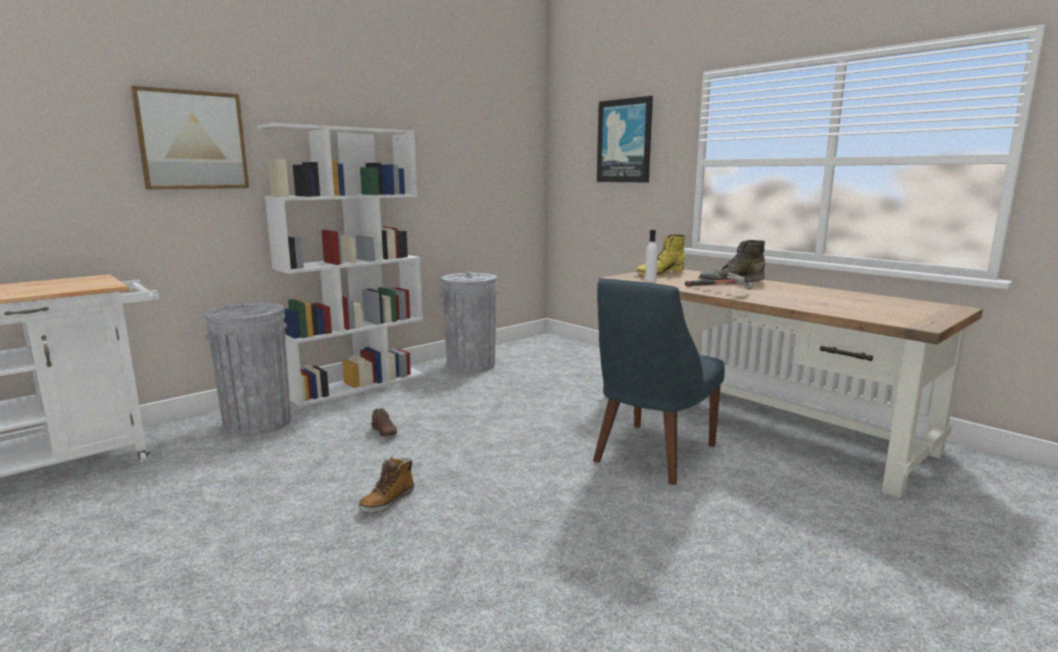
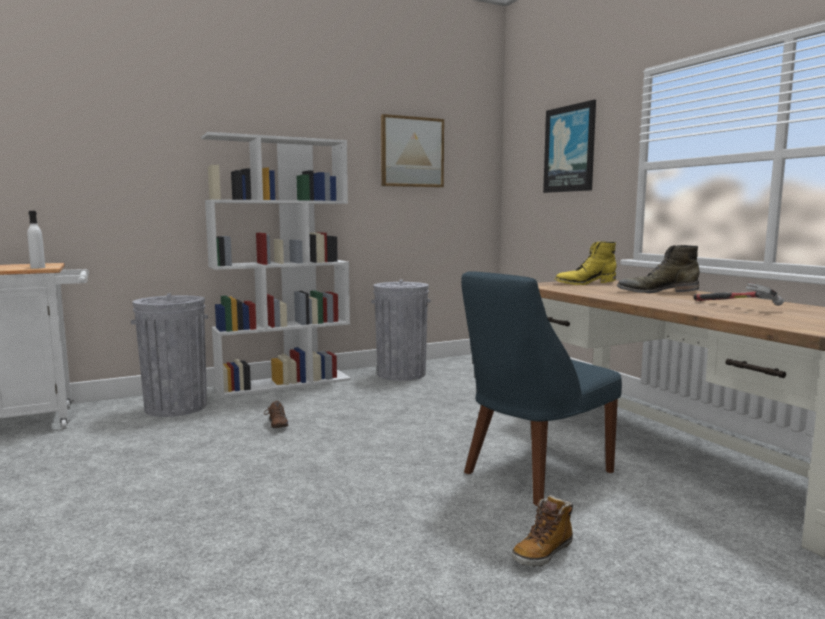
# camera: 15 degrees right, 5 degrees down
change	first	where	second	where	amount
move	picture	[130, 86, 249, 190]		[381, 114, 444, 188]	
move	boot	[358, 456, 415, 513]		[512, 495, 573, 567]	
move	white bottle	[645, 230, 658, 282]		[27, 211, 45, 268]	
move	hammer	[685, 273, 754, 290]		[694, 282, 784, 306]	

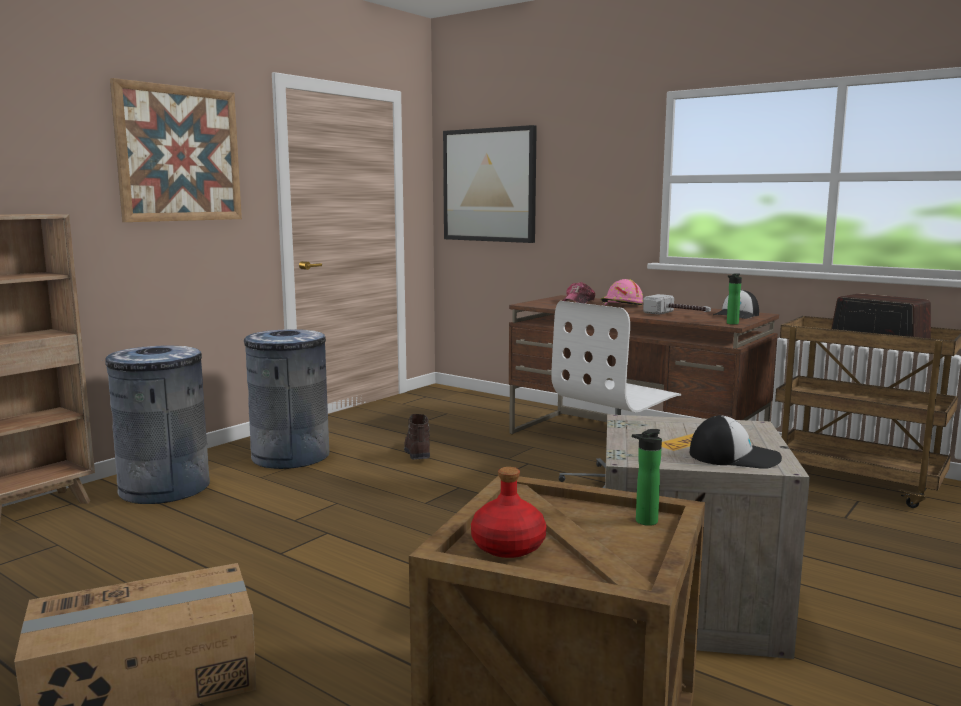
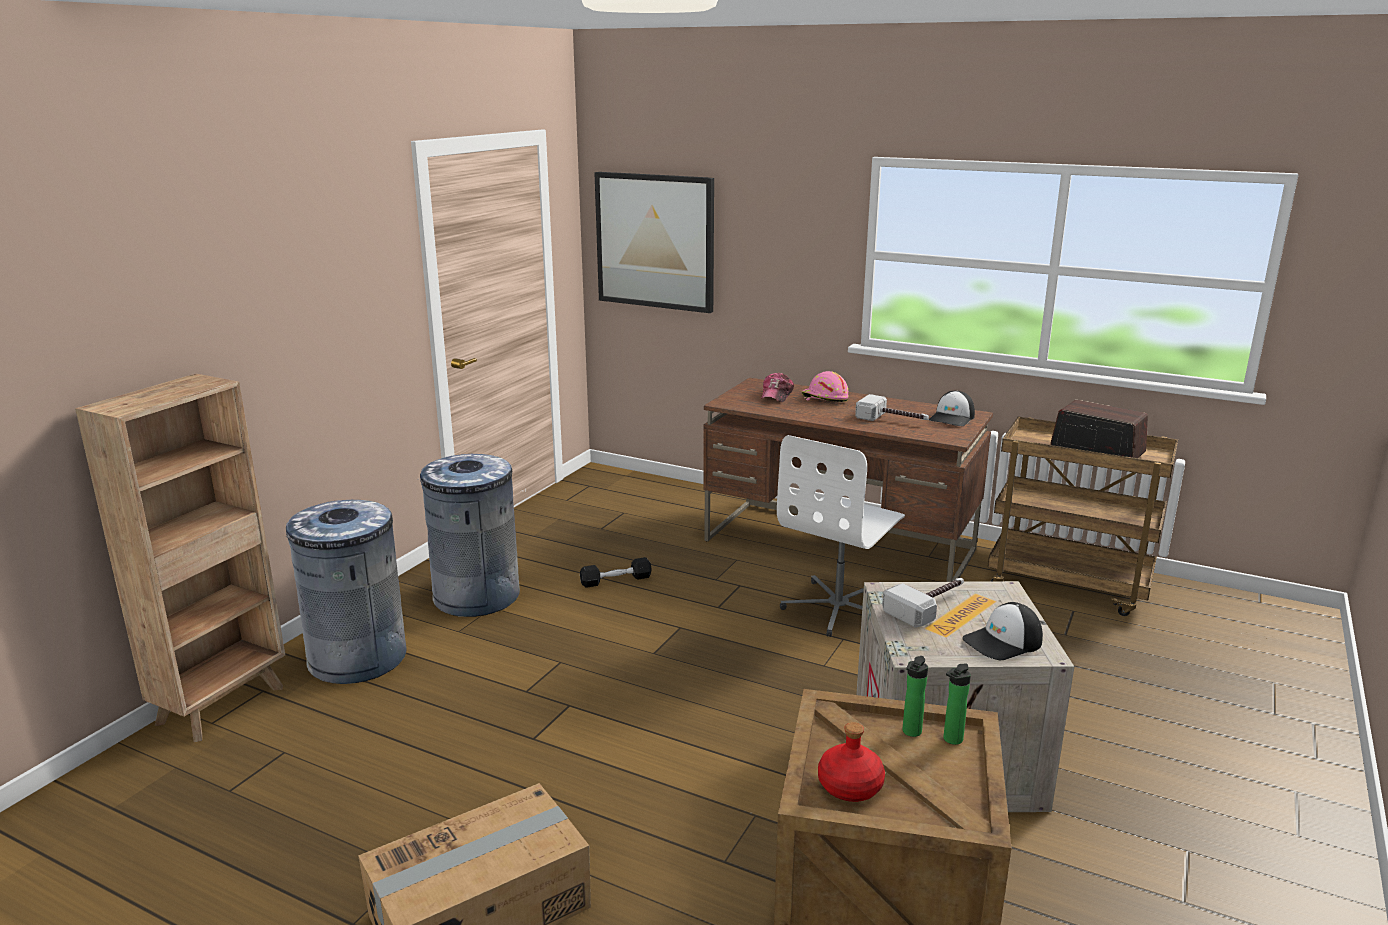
# camera: 10 degrees left, 10 degrees up
change	first	where	second	where	amount
delete	picture	[110, 78, 242, 222]			
replace	brown boot	[404, 414, 430, 460]	black dumbbell	[580, 557, 652, 588]	
rotate	cap	[690, 415, 782, 469]		[962, 602, 1043, 661]	150 degrees clockwise
move	bottle	[727, 273, 742, 325]		[903, 656, 928, 737]	
insert			hammer	[882, 578, 964, 628]	

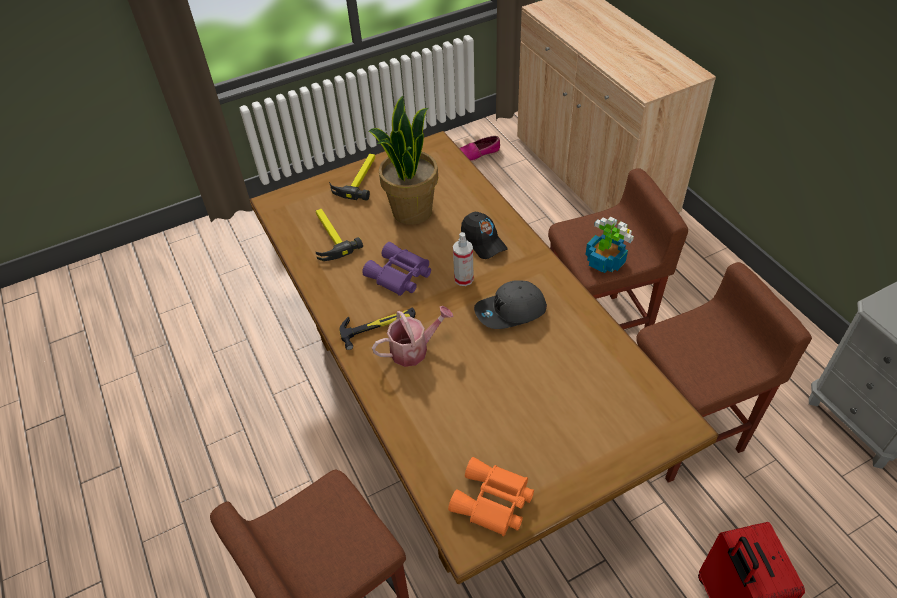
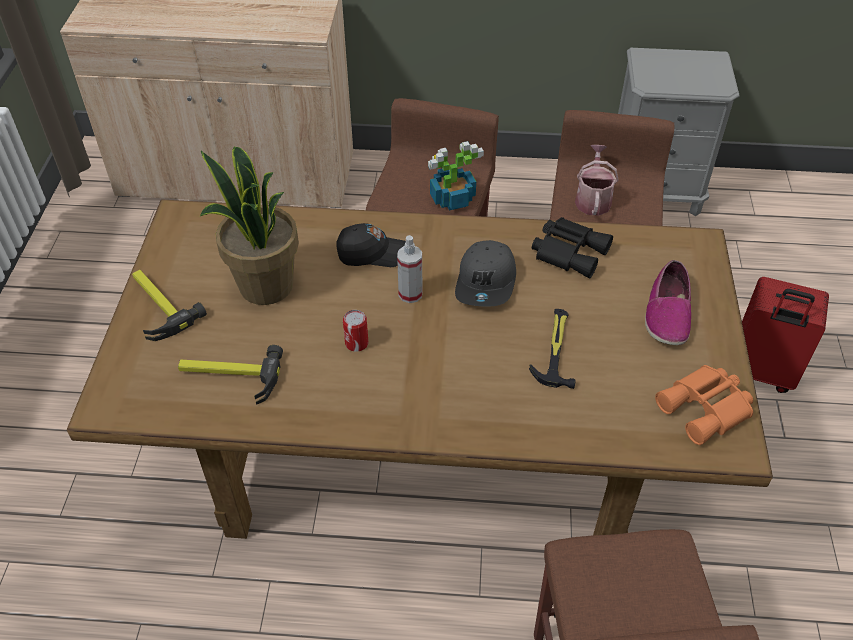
# camera: 60 degrees left, 0 degrees up
change	first	where	second	where	amount
move	hammer	[340, 308, 416, 350]		[529, 309, 576, 389]	
replace	purple binoculars	[362, 242, 431, 296]	can	[343, 310, 368, 352]	
move	watering can	[372, 306, 454, 367]		[575, 145, 619, 216]	
move	shoe	[459, 136, 500, 162]		[645, 260, 691, 345]	
insert			black binoculars	[532, 217, 613, 278]	

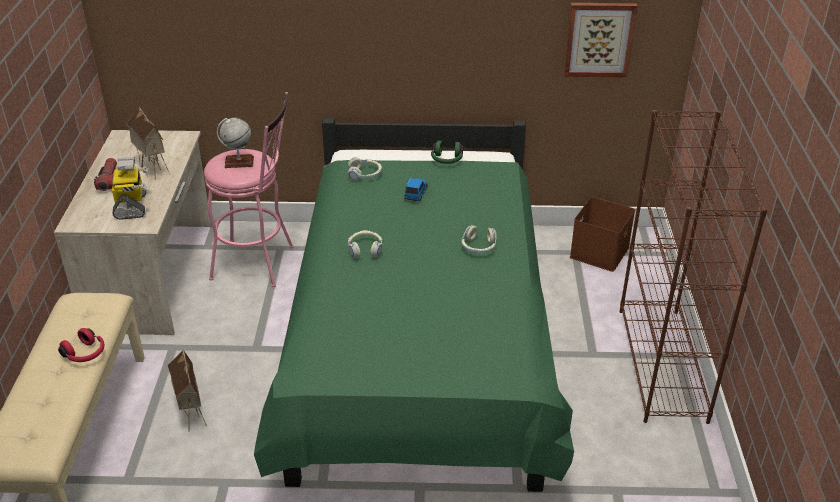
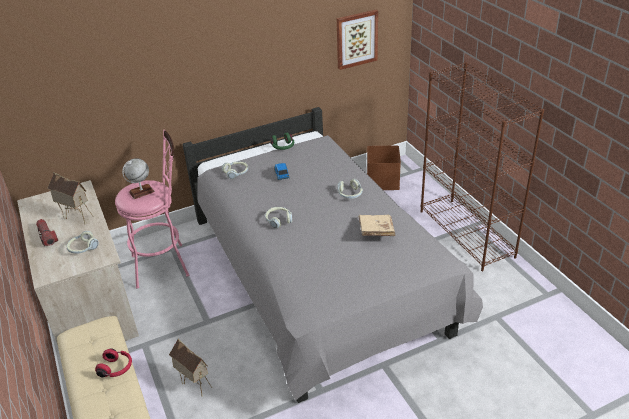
# camera: 25 degrees left, 0 degrees up
change	first	where	second	where	amount
replace	toy robot	[112, 157, 148, 220]	headphones	[66, 231, 99, 254]	
recolor	green bed	[254, 118, 574, 492]	grey bed	[182, 107, 483, 403]	
insert			beige book	[358, 215, 395, 236]	

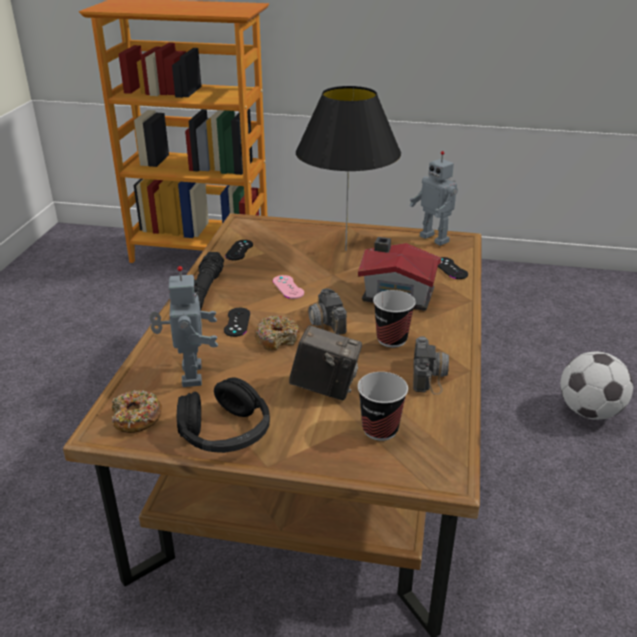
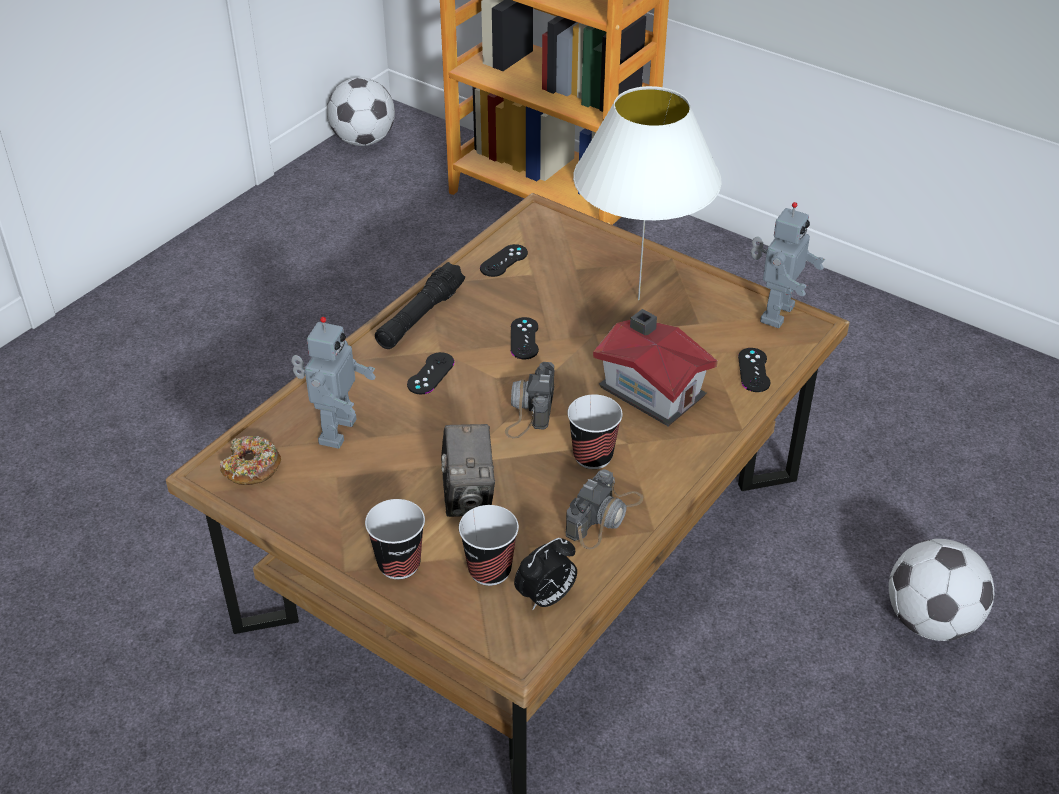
# camera: 25 degrees right, 10 degrees up
change	first	where	second	where	amount
delete	black headphones	[177, 378, 270, 453]			
delete	donut	[254, 315, 300, 351]			
recolor	pink game controller	[273, 275, 304, 299]	black game controller	[511, 317, 539, 360]	
rotate	photo camera	[289, 325, 362, 400]		[441, 424, 495, 517]	45 degrees clockwise
recolor	black table lamp	[296, 86, 401, 251]	white table lamp	[573, 86, 722, 300]	
rotate	toy robot	[409, 151, 458, 246]		[751, 202, 825, 328]	135 degrees counterclockwise
insert			football	[327, 77, 395, 146]	
insert			cup	[365, 499, 425, 579]	
insert			alarm clock	[514, 538, 577, 610]	

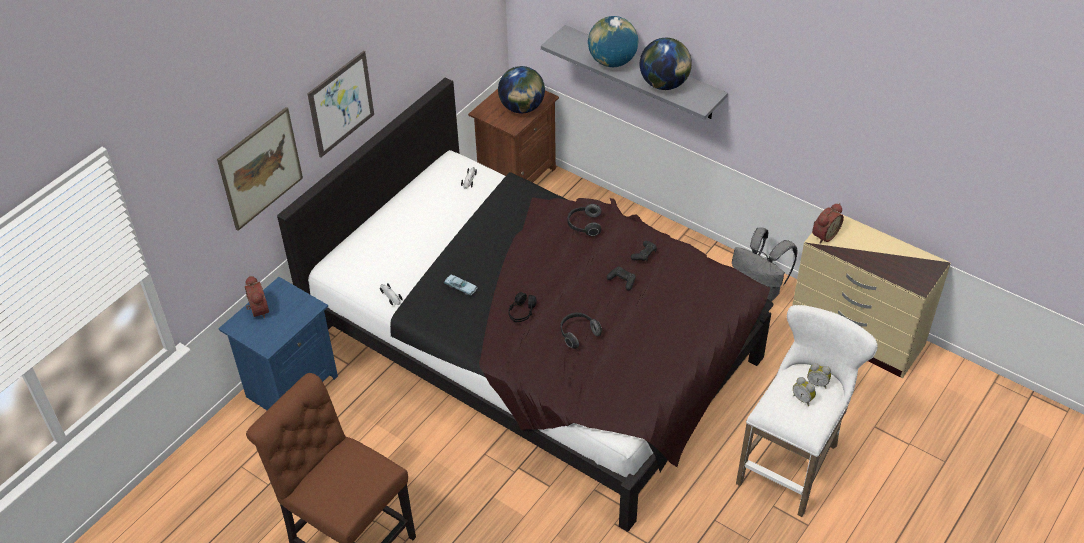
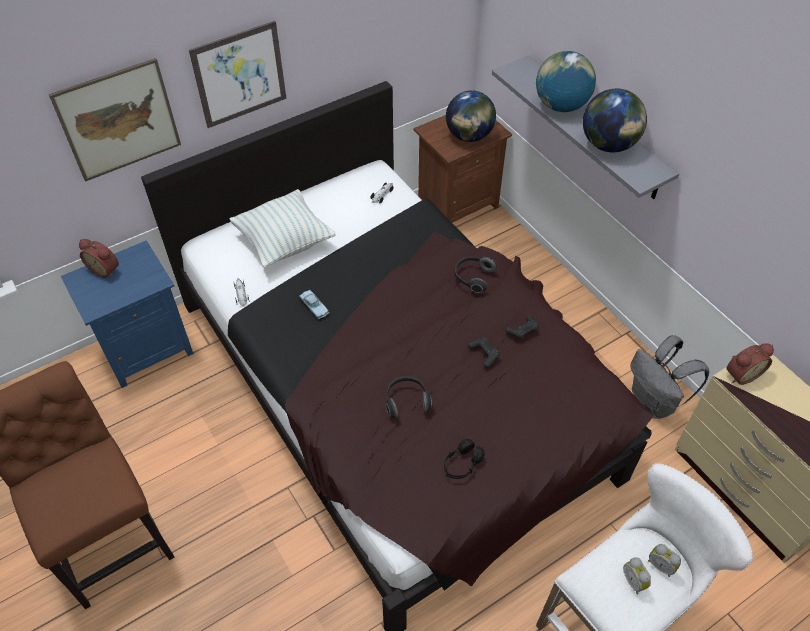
# camera: 20 degrees right, 5 degrees up
change	first	where	second	where	amount
rotate	alarm clock	[245, 275, 269, 319]		[79, 239, 119, 278]	120 degrees clockwise
move	black headphones	[508, 292, 537, 322]		[444, 439, 485, 479]	
insert			pillow	[229, 189, 335, 268]	

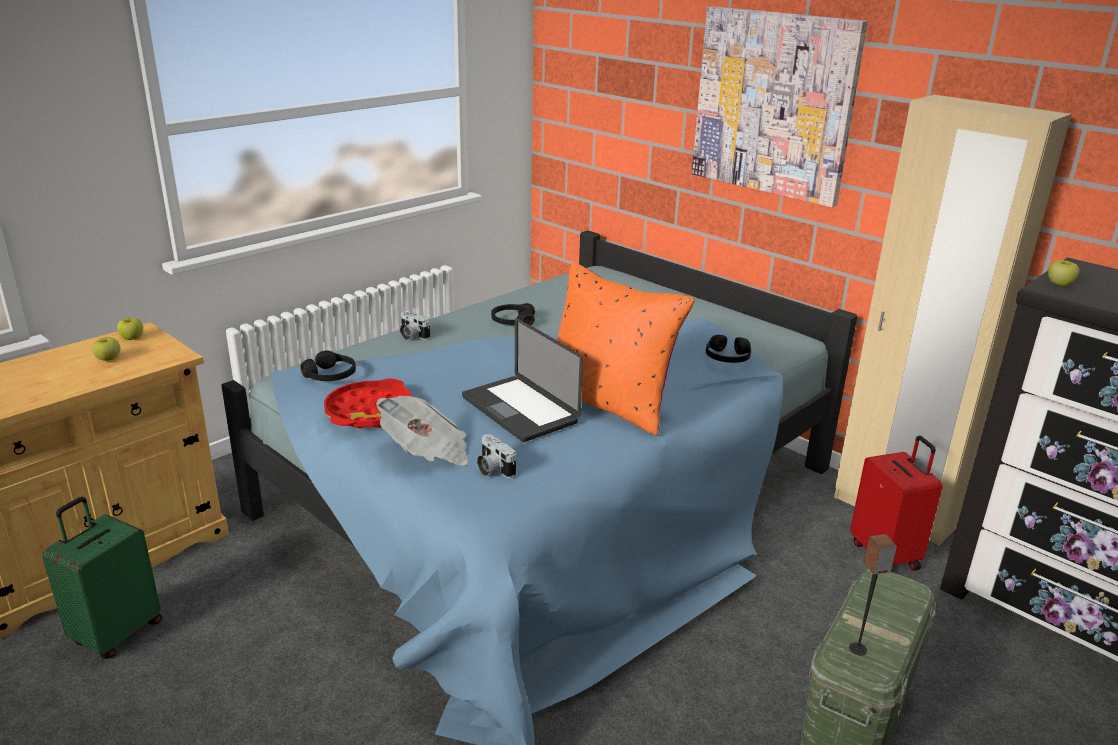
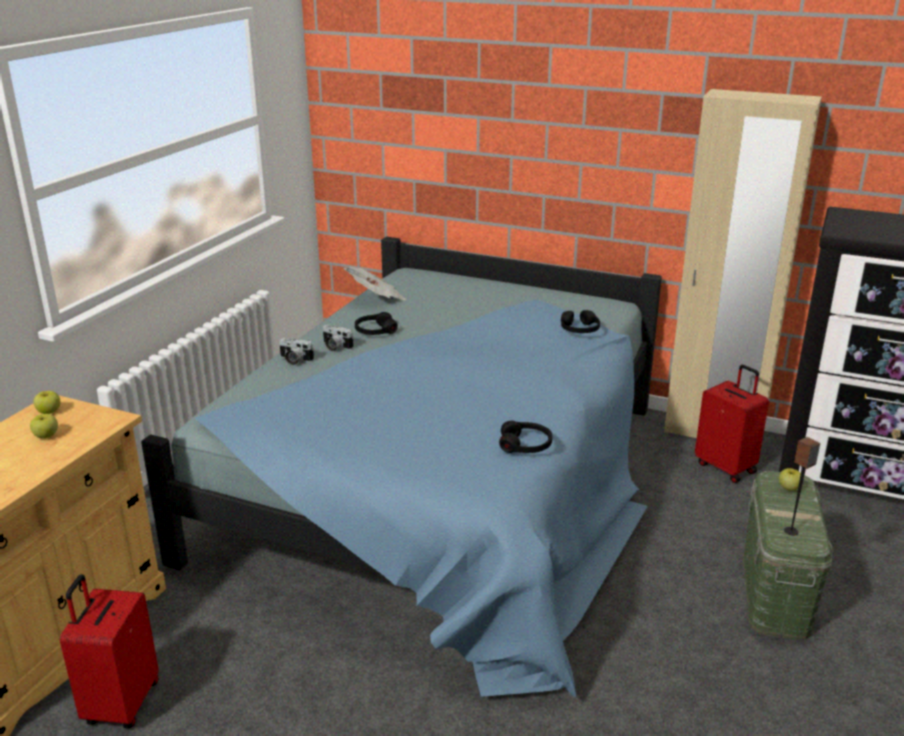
# camera: 20 degrees left, 0 degrees up
change	first	where	second	where	amount
recolor	green suitcase	[42, 497, 162, 659]	red suitcase	[60, 574, 159, 728]	
move	black headphones	[301, 351, 356, 381]		[499, 421, 552, 453]	
delete	red tray	[324, 378, 412, 428]			
move	newspaper	[376, 396, 468, 466]		[343, 267, 407, 300]	
delete	laptop	[462, 318, 583, 442]			
move	photo camera	[477, 434, 516, 478]		[323, 325, 354, 351]	
delete	orange pillow	[557, 262, 695, 435]			
delete	picture	[692, 6, 868, 207]			
move	apple	[1048, 260, 1080, 286]		[779, 468, 801, 491]	

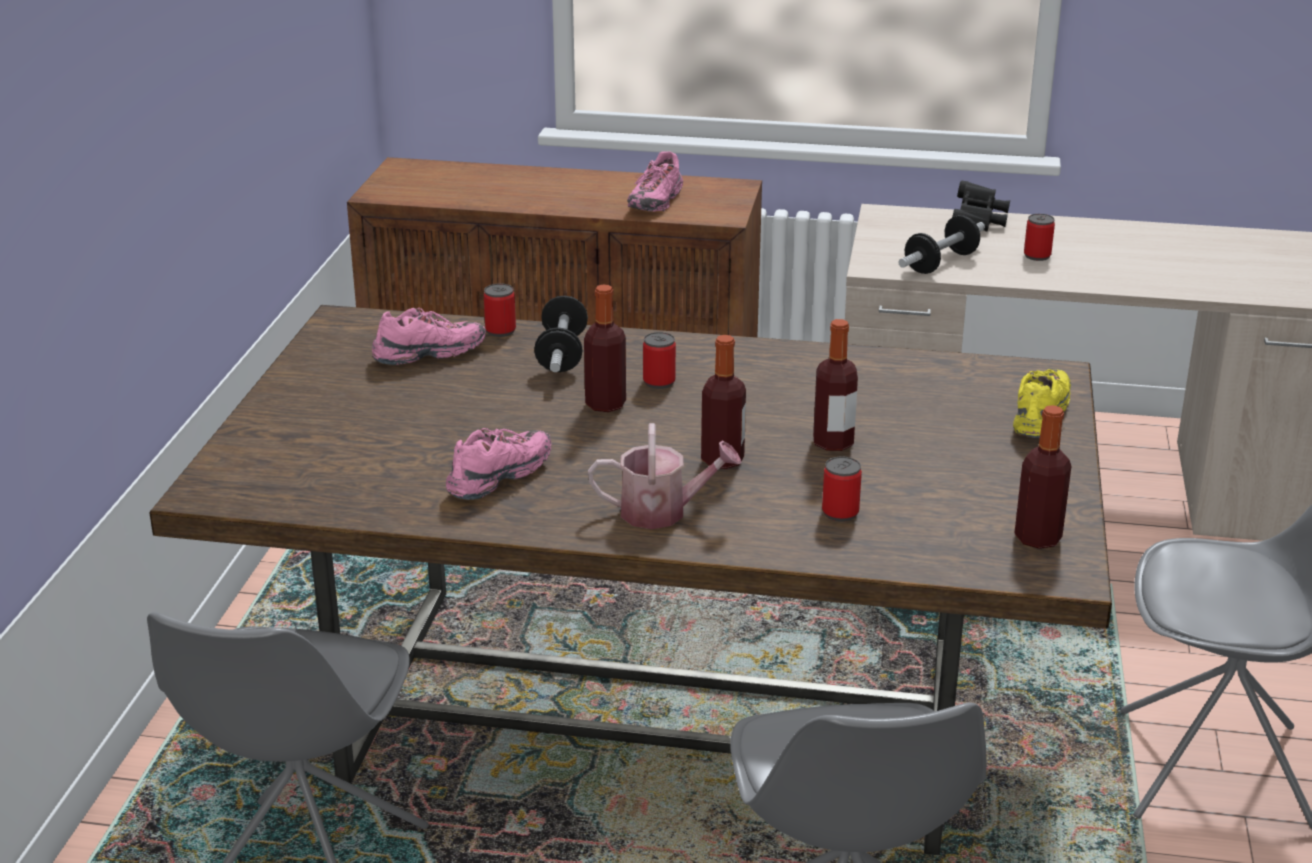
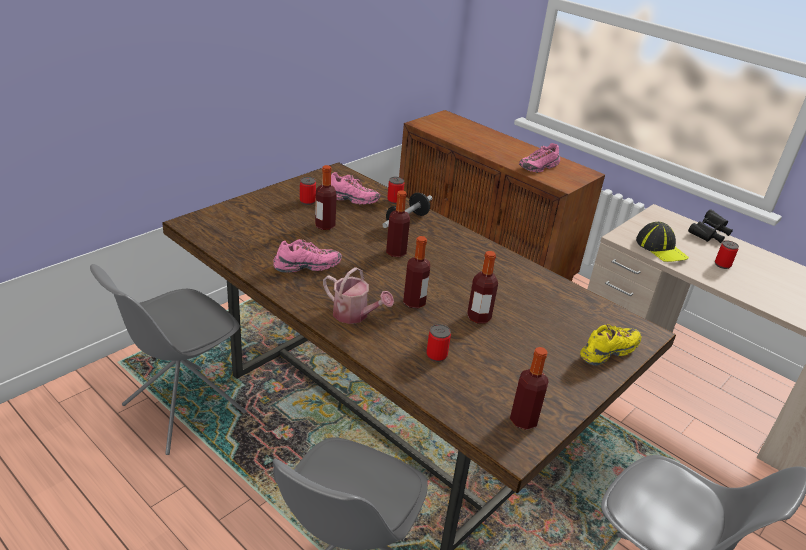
# camera: 30 degrees right, 5 degrees up
change	first	where	second	where	amount
move	can	[643, 332, 676, 389]		[300, 177, 316, 205]	
replace	dumbbell	[898, 215, 985, 274]	cap	[636, 222, 689, 262]	
insert			bottle	[315, 165, 337, 230]	

